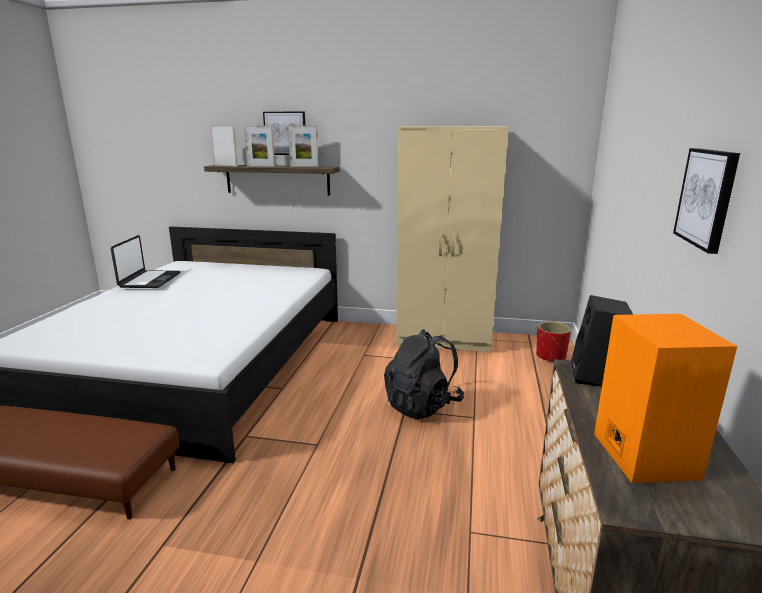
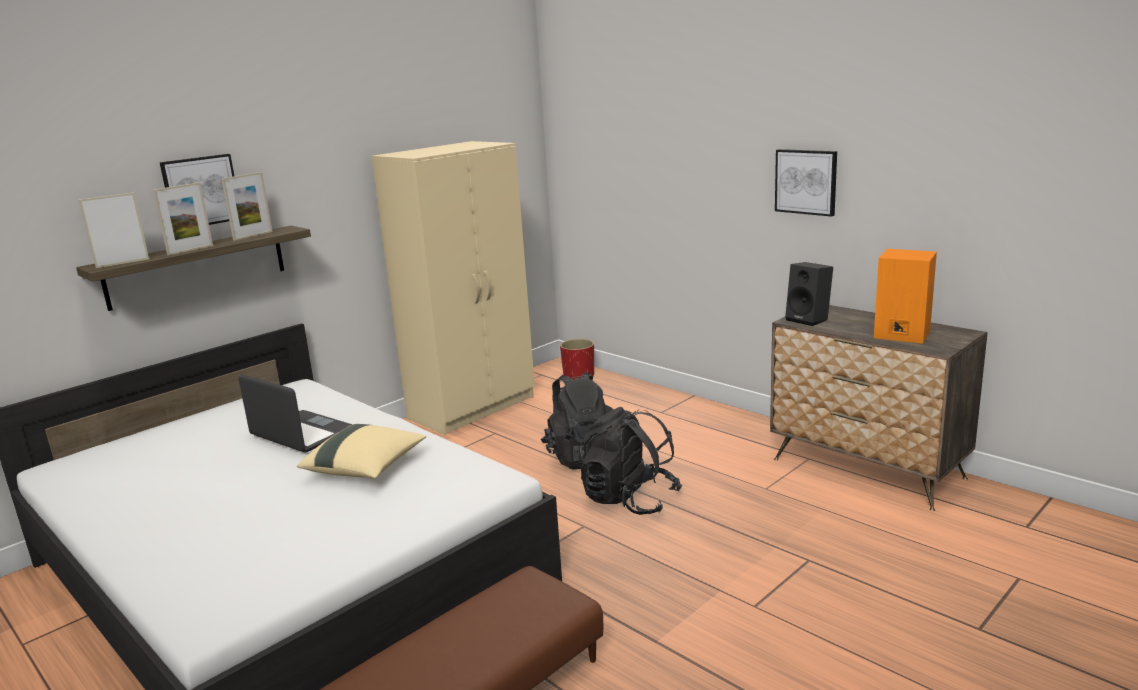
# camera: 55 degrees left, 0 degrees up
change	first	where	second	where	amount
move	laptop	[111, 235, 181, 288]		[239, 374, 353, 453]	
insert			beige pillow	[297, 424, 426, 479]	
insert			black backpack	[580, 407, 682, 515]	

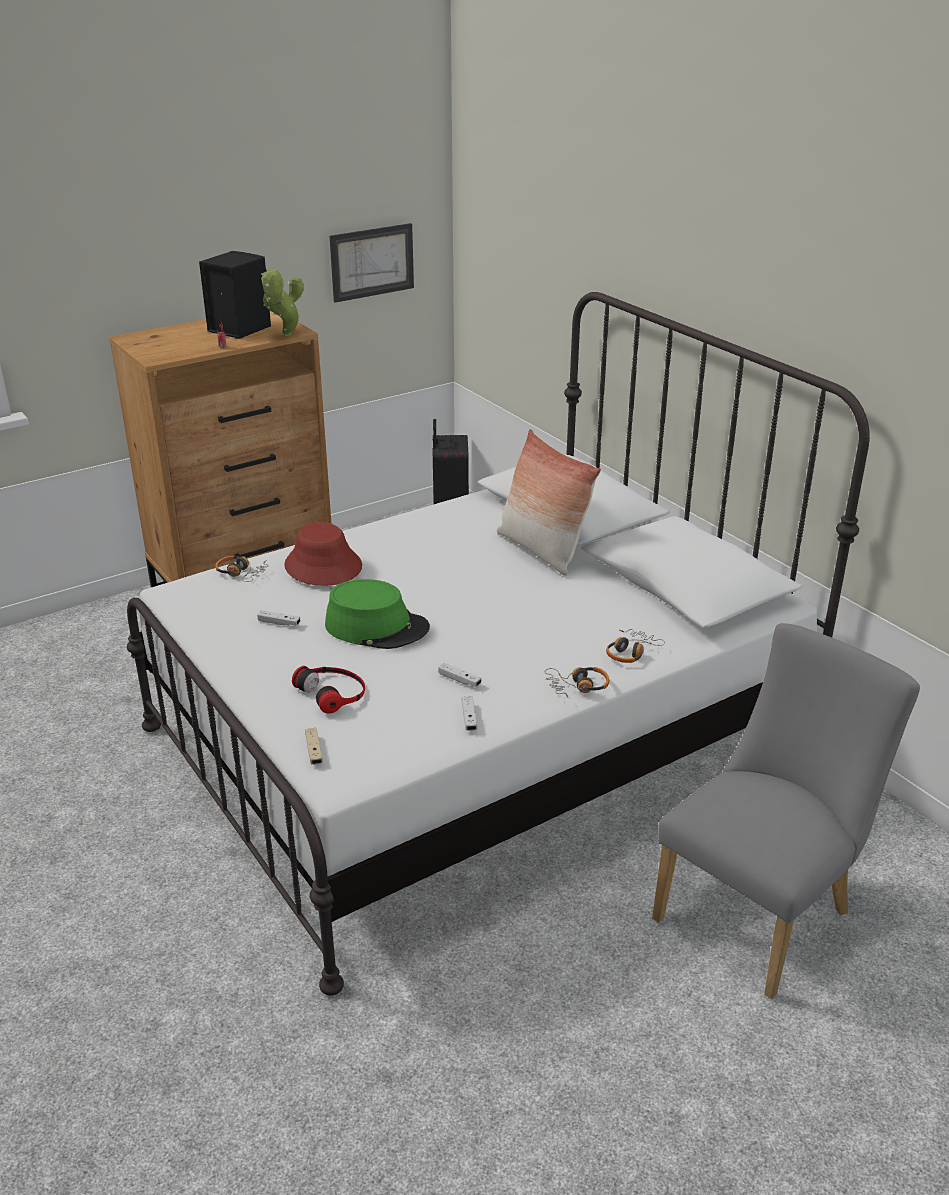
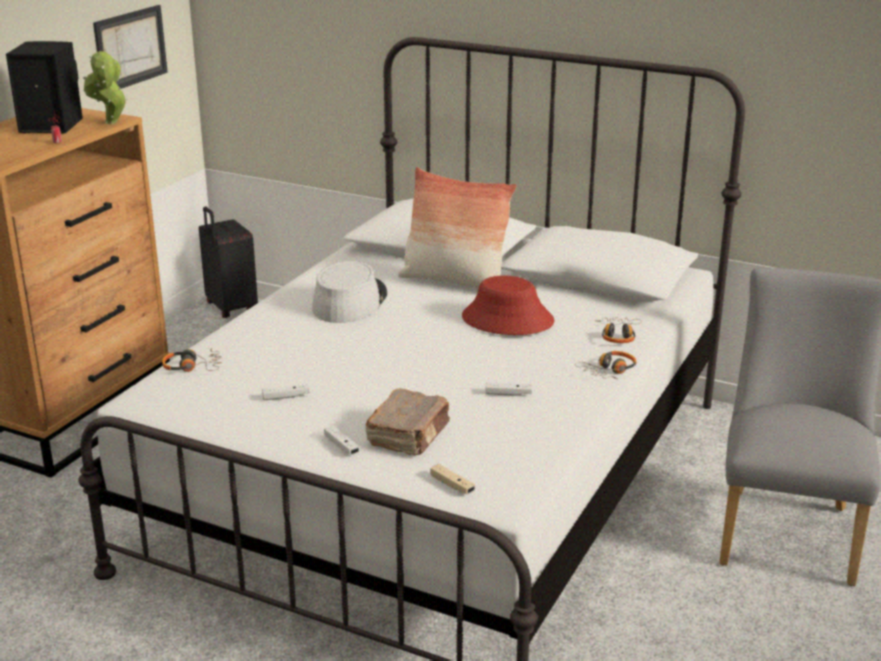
# camera: 30 degrees left, 5 degrees down
change	first	where	second	where	amount
move	red hat	[284, 522, 362, 586]		[462, 276, 554, 335]	
replace	headphones	[292, 666, 365, 714]	brown book	[365, 388, 450, 455]	
delete	green hat	[325, 579, 430, 649]			
move	white game controller	[462, 696, 478, 731]		[324, 426, 360, 455]	
insert			grey hat	[312, 261, 387, 323]	

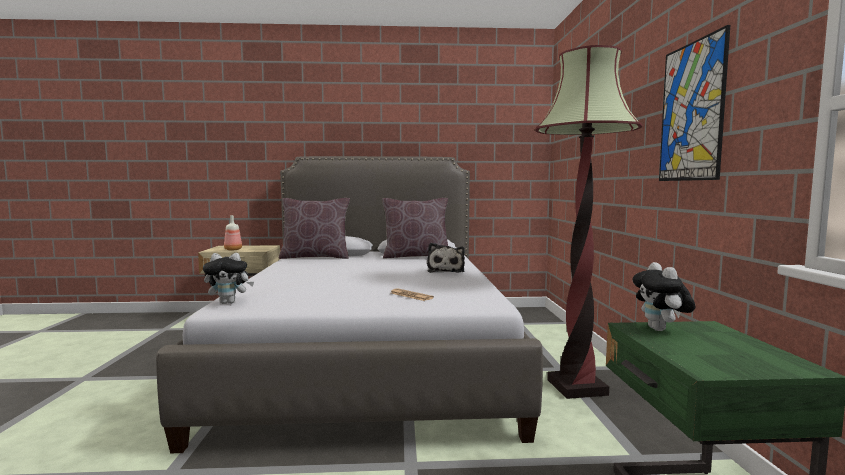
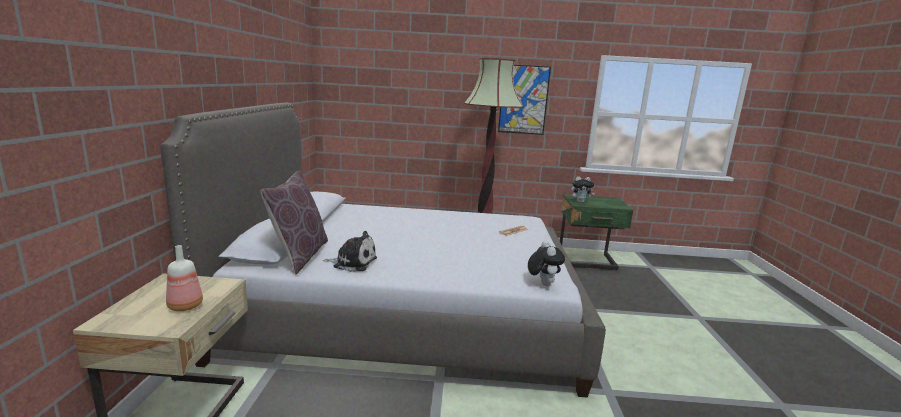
# camera: 85 degrees left, 10 degrees up
change	first	where	second	where	amount
delete	brown pillow	[382, 198, 448, 258]			
move	plush toy	[427, 243, 465, 273]		[323, 231, 377, 272]	

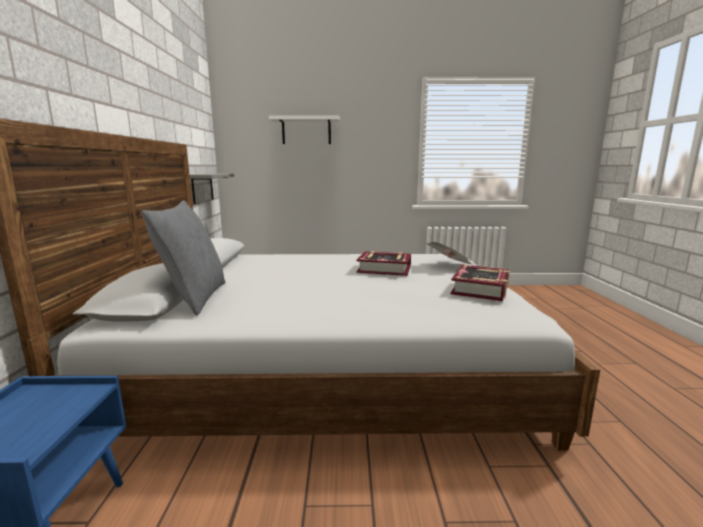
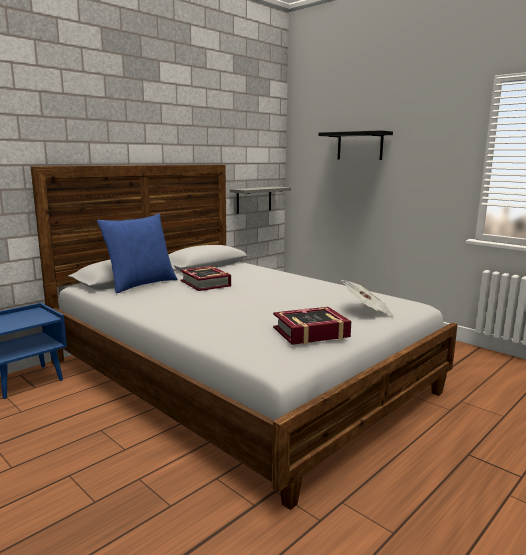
# camera: 45 degrees right, 0 degrees up
change	first	where	second	where	amount
recolor	grey pillow	[141, 200, 225, 316]	blue pillow	[97, 213, 177, 293]	
recolor	white shelf	[269, 116, 340, 144]	black shelf	[318, 130, 393, 160]	
move	book	[357, 251, 411, 276]		[180, 266, 231, 291]	

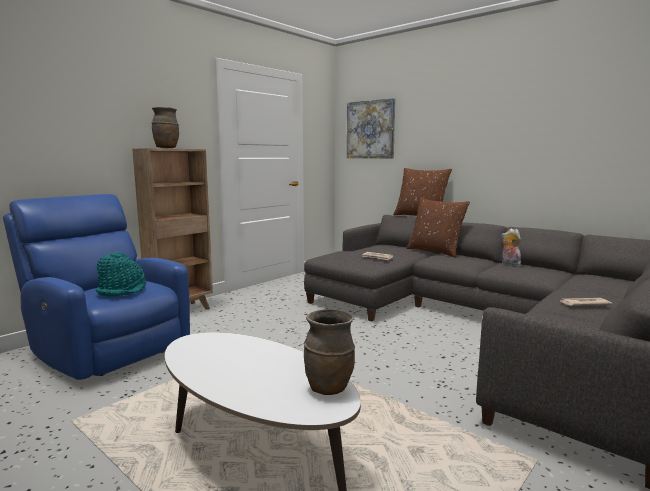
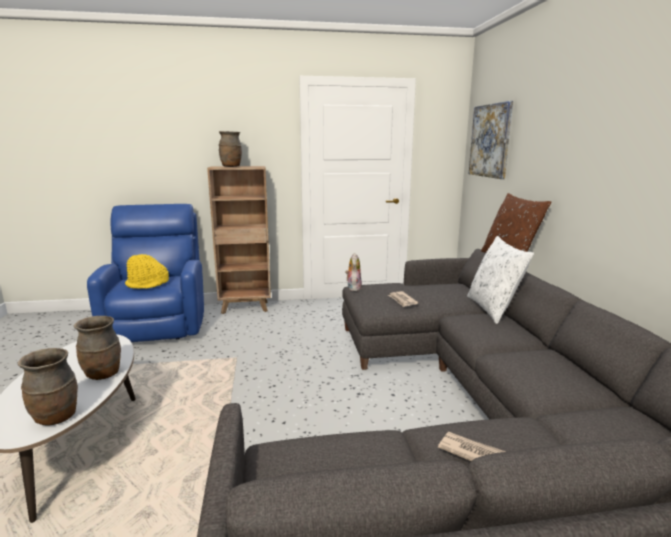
# camera: 40 degrees right, 5 degrees up
change	first	where	second	where	amount
recolor	turquoise hat	[96, 252, 146, 296]	yellow hat	[125, 254, 169, 289]	
recolor	brown pillow	[406, 198, 470, 257]	white pillow	[467, 236, 534, 324]	
move	plush toy	[501, 228, 521, 267]		[345, 253, 362, 291]	
insert			brown vase	[74, 316, 121, 380]	

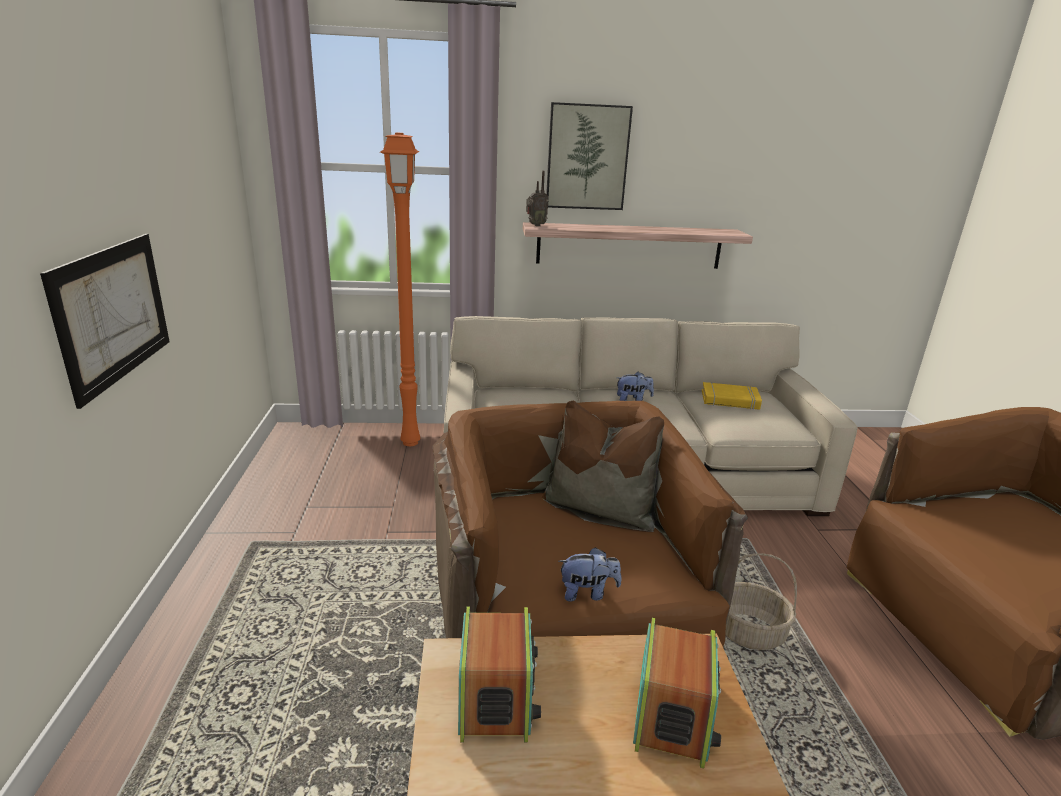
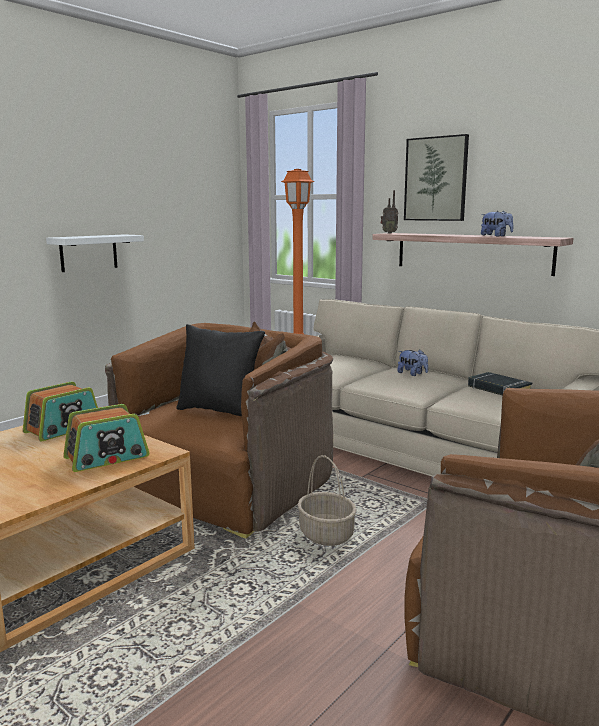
# camera: 45 degrees right, 10 degrees down
change	first	where	second	where	amount
replace	picture	[40, 234, 170, 409]	white shelf	[46, 234, 144, 272]	
move	plush toy	[558, 547, 621, 601]		[481, 211, 513, 237]	
recolor	yellow book	[702, 382, 762, 410]	black book	[468, 372, 532, 395]	
insert			black pillow	[176, 324, 265, 416]	

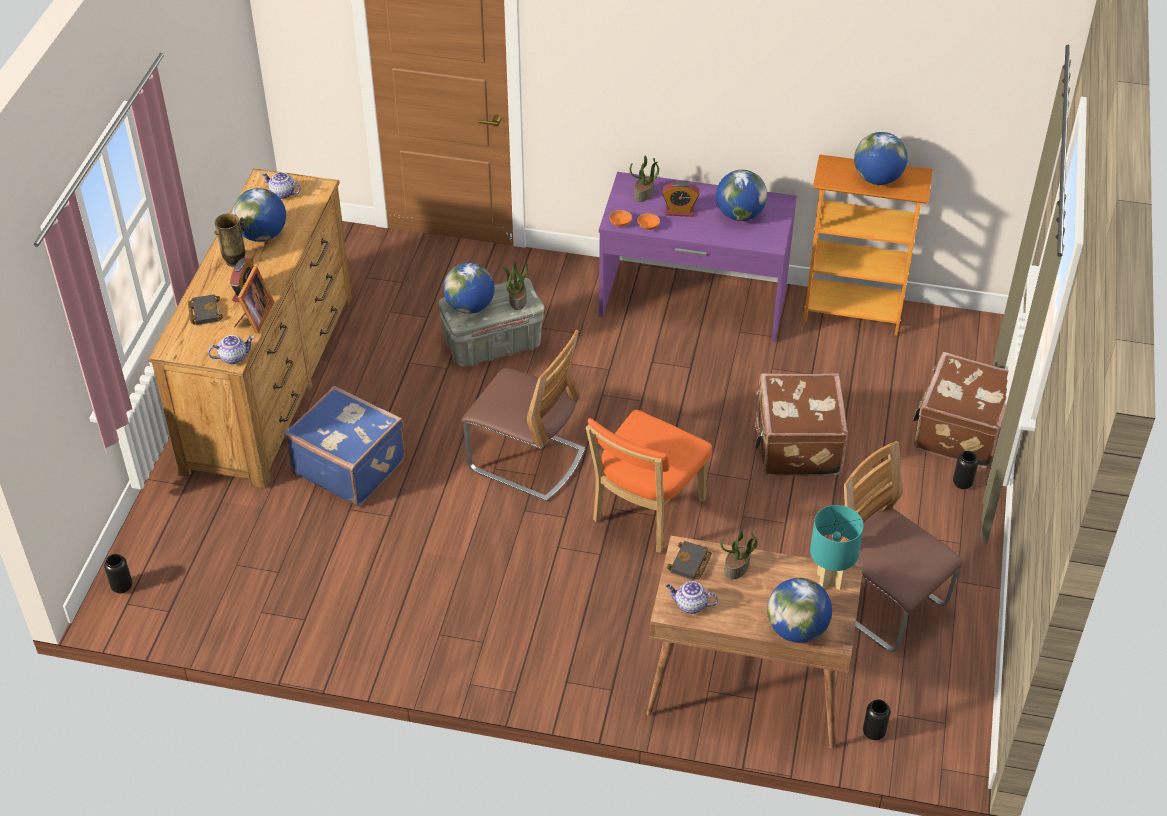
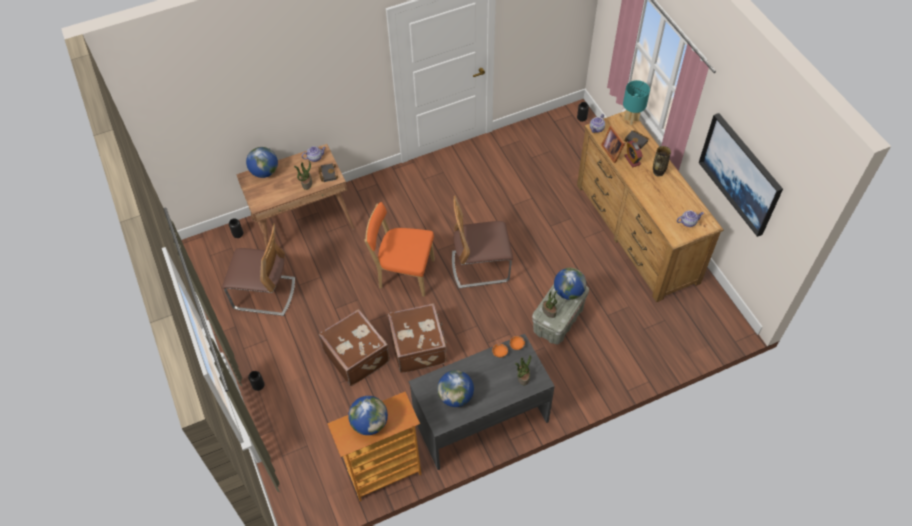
# camera: 145 degrees right, 10 degrees up
change	first	where	second	where	amount
delete	globe	[232, 188, 286, 242]			
delete	blue suitcase	[284, 386, 405, 506]			
rotate	orange chair	[586, 410, 712, 553]		[364, 202, 435, 297]	75 degrees counterclockwise
recolor	purple desk	[599, 172, 797, 343]	grey desk	[409, 334, 555, 470]	
delete	alarm clock	[662, 181, 700, 217]			
move	turquoise table lamp	[810, 505, 864, 590]		[623, 80, 650, 125]	
move	brown suitcase	[913, 352, 1009, 469]		[388, 303, 447, 373]	
insert			picture	[699, 113, 783, 237]	

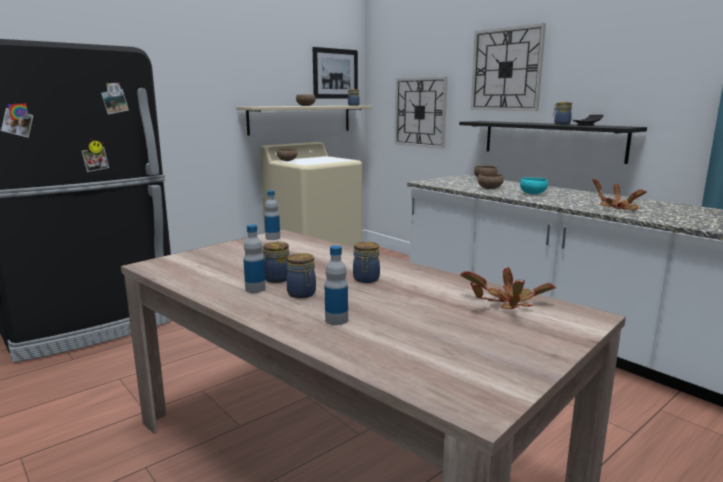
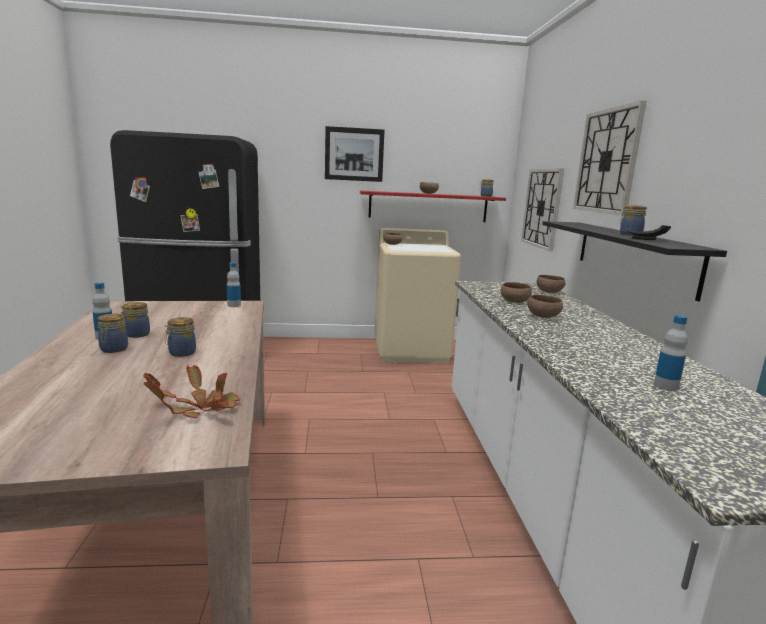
# camera: 35 degrees right, 0 degrees up
change	first	where	second	where	amount
recolor	beige shelf	[236, 106, 372, 136]	red shelf	[360, 190, 506, 222]	
move	picture	[313, 47, 358, 98]		[325, 126, 385, 182]	
move	bottle	[325, 245, 348, 325]		[654, 315, 688, 391]	
recolor	turquoise bowl	[520, 178, 548, 194]	brown bowl	[528, 295, 563, 318]	
delete	potted plant	[592, 179, 647, 211]			

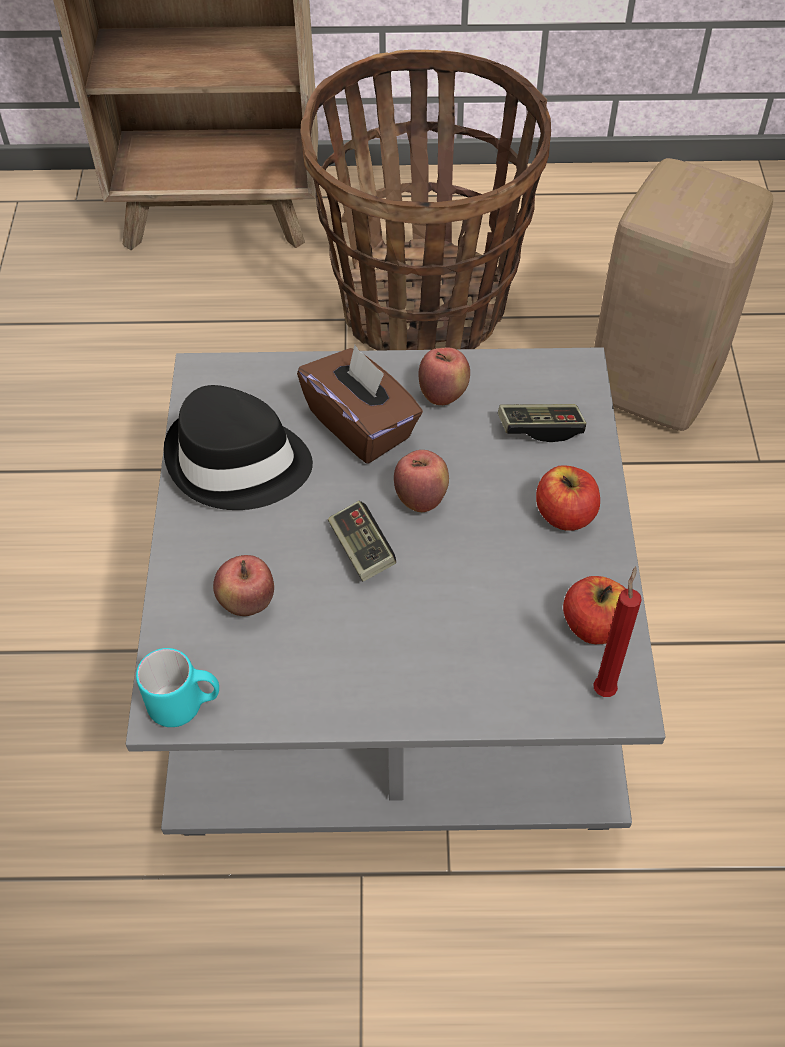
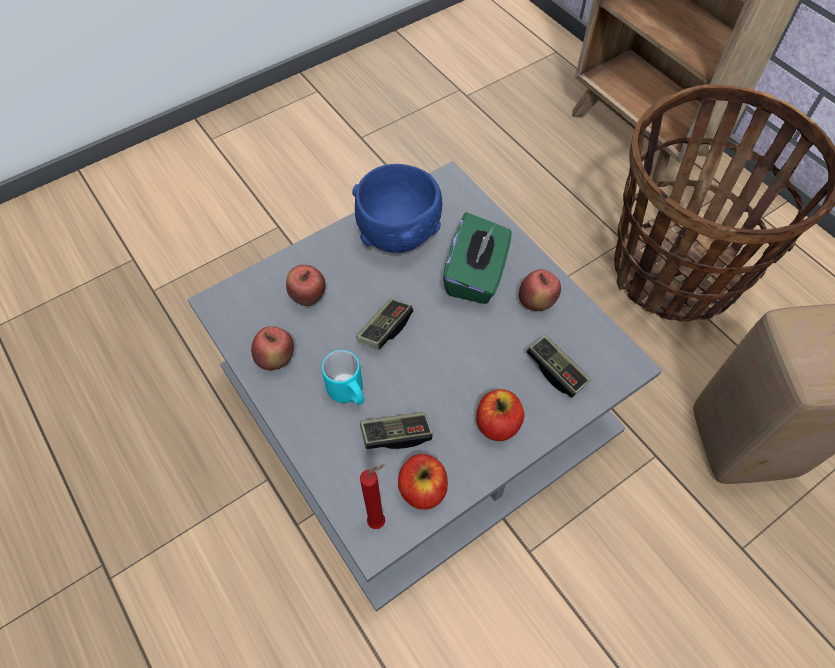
# camera: 55 degrees right, 5 degrees up
change	first	where	second	where	amount
move	turquoise mug	[136, 648, 219, 727]		[321, 350, 364, 405]	
replace	black hat	[163, 385, 313, 510]	blue bowl	[352, 164, 442, 253]	
recolor	brown tissue box	[297, 345, 423, 464]	green tissue box	[443, 212, 512, 304]	
move	apple	[394, 450, 449, 512]		[251, 326, 294, 371]	
insert			game controller	[360, 412, 433, 449]	

